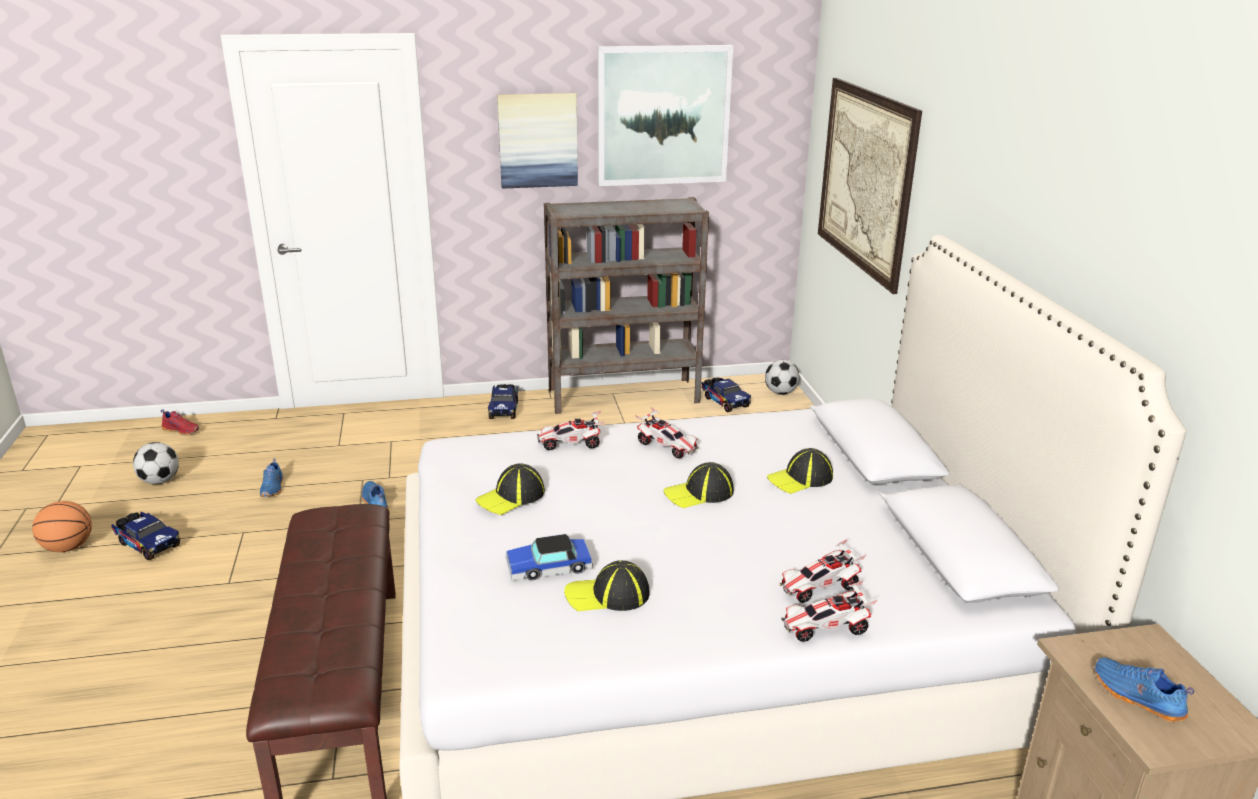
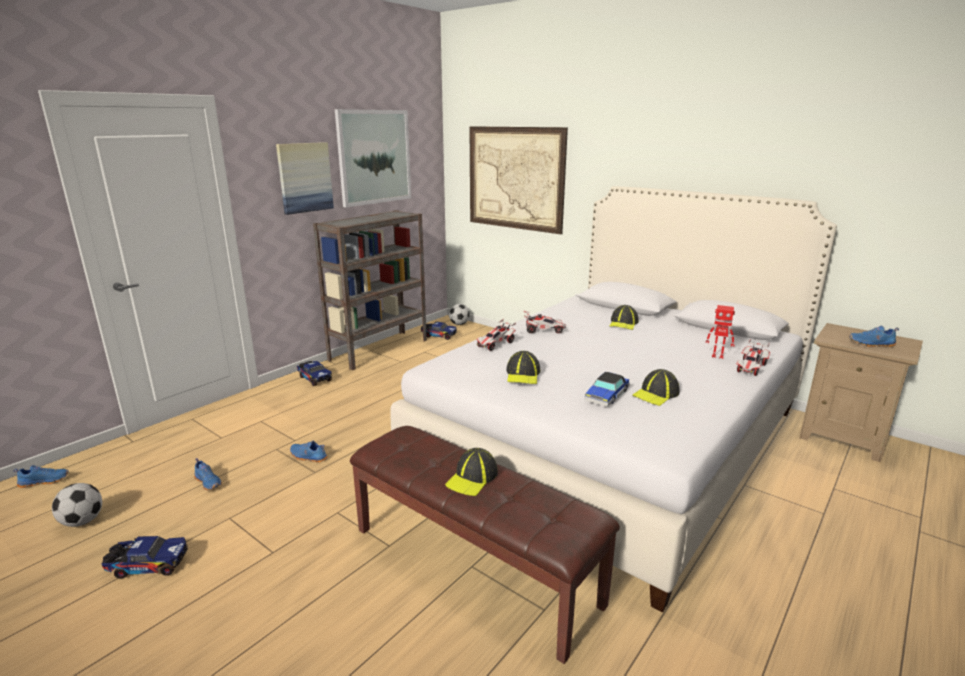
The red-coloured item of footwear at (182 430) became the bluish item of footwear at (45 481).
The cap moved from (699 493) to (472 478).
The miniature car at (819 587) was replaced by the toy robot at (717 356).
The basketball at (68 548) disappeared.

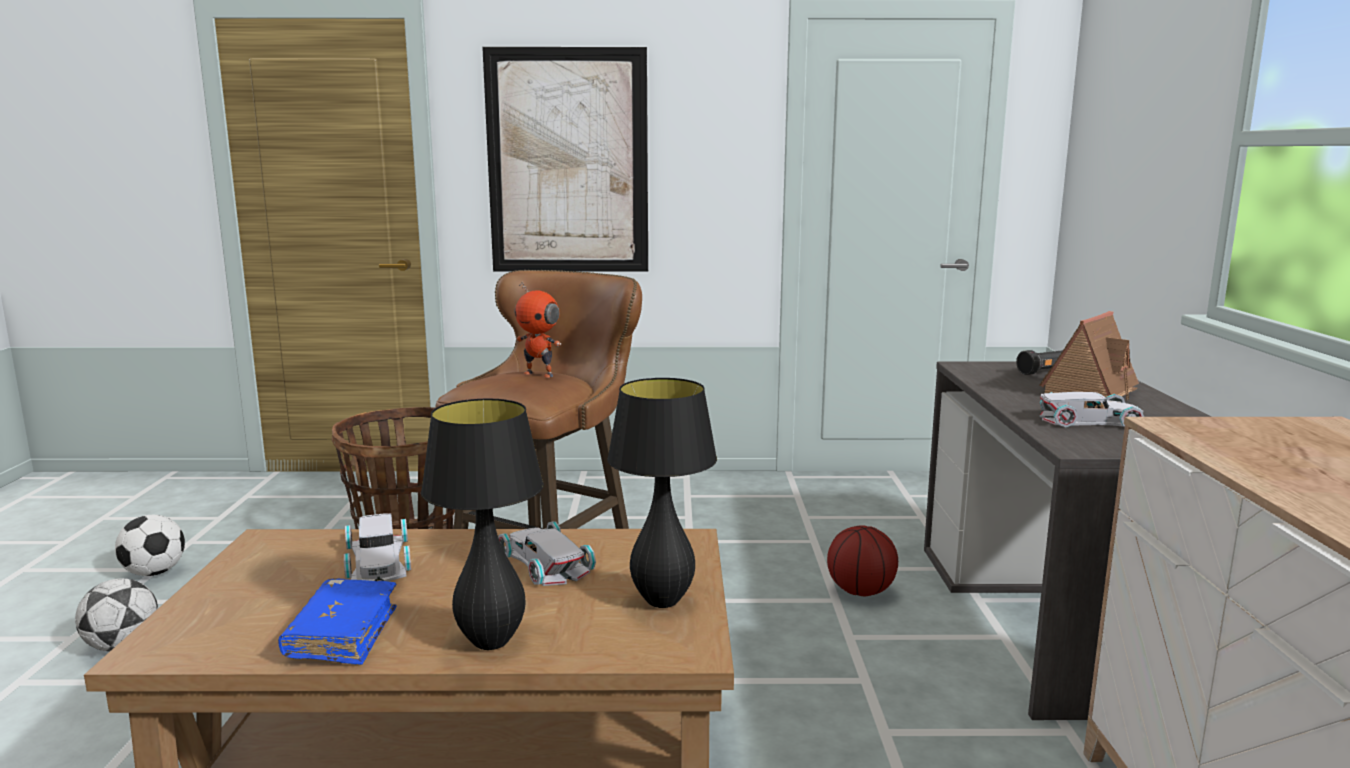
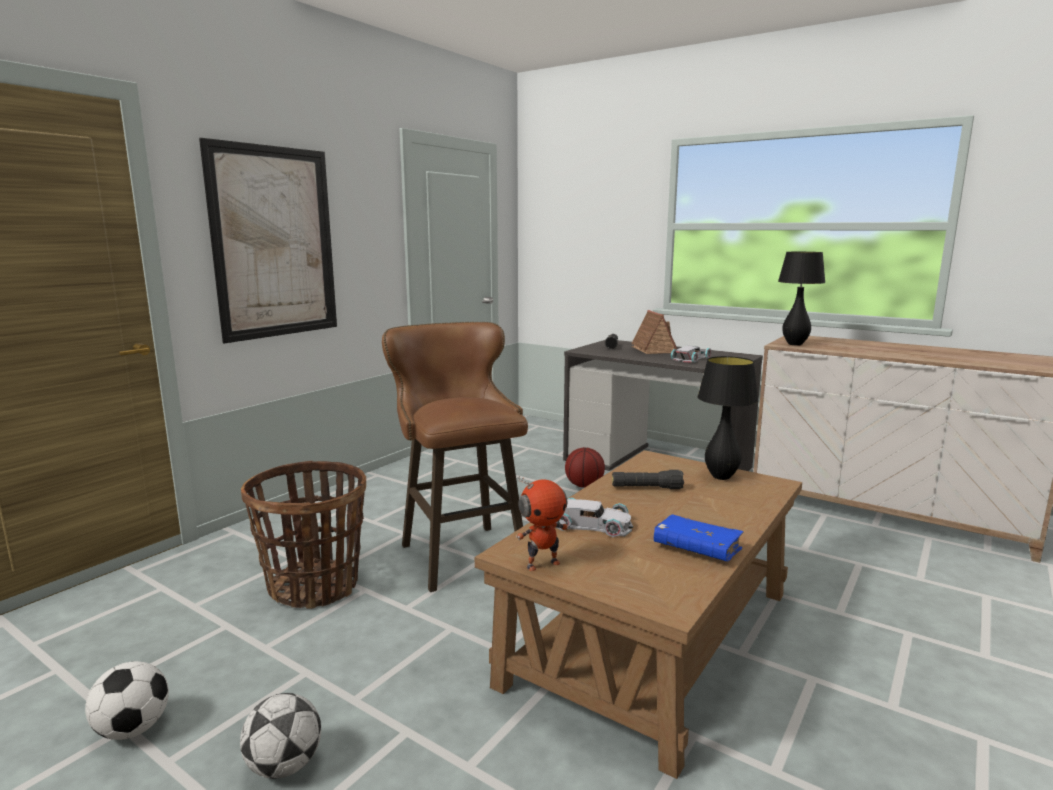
The toy robot moved from (539 374) to (542 564).
The whitish miniature car at (546 562) was replaced by the black-coloured hand torch at (646 488).
The black-coloured lamp for a table moved from (491 642) to (795 344).

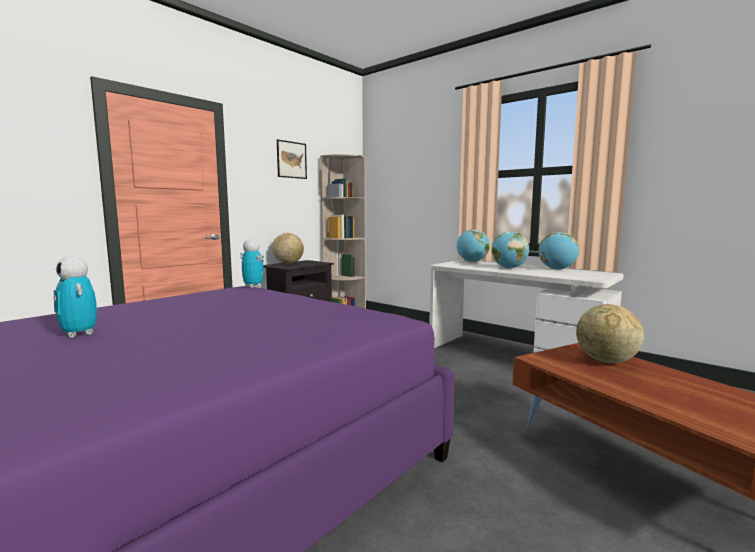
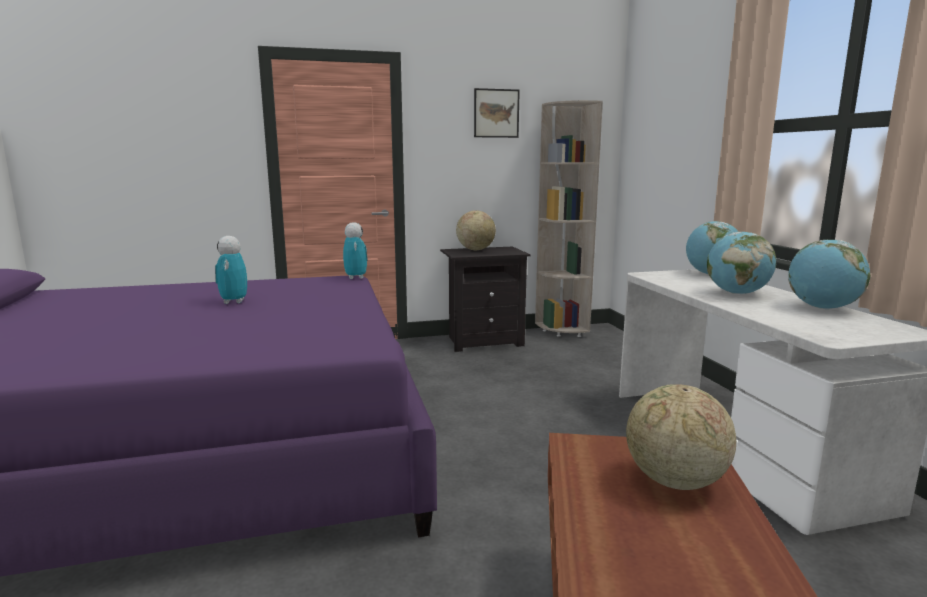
The toy robot moved from (79 334) to (234 302).

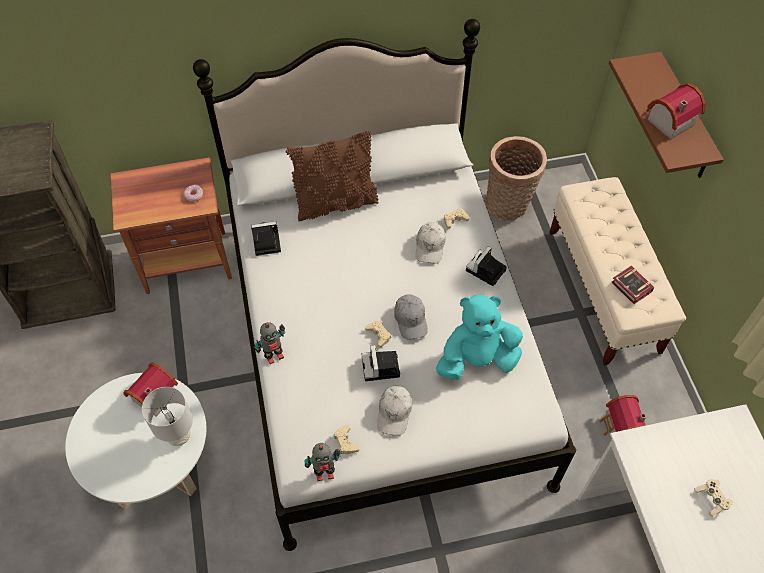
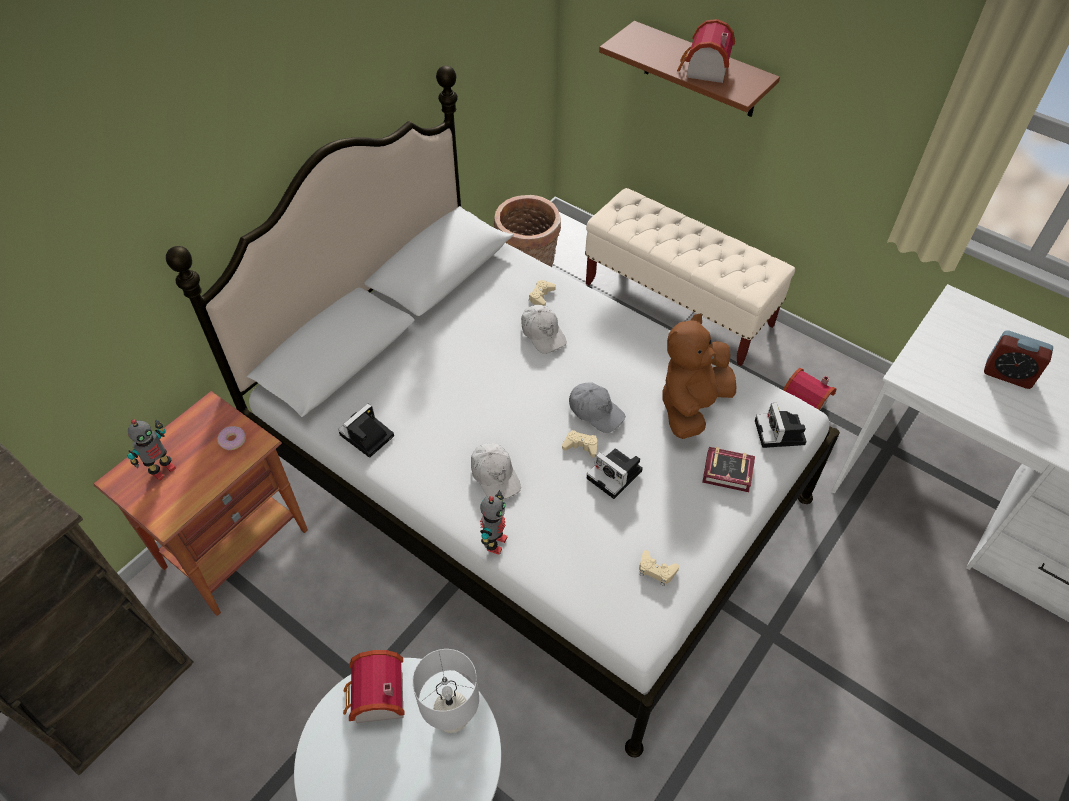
The toy robot moved from (324 473) to (162 469).
The whitish cap moved from (394 412) to (495 475).
The blue-green plush toy at (477 359) became the brown-coloured plush toy at (692 405).
The book moved from (632 288) to (729 474).
The still camera moved from (485 271) to (780 434).
The sand-coloured joypad at (711 499) was replaced by the table clock at (1008 374).
The brown-coloured throw pillow at (335 203) disappeared.

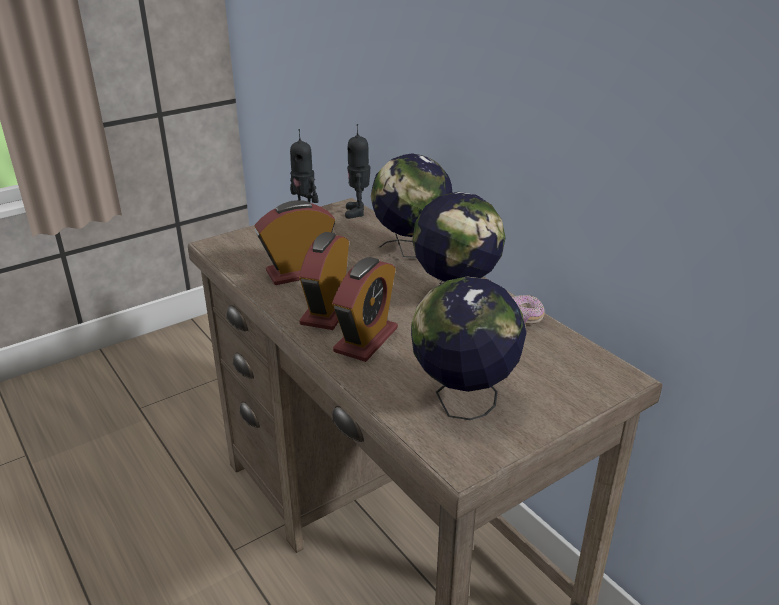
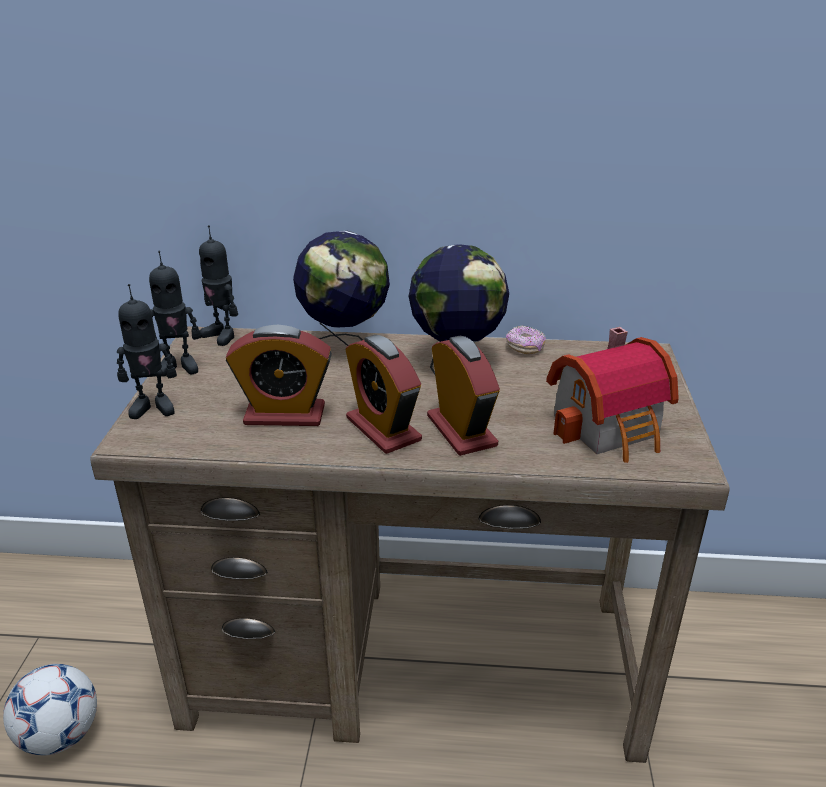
The football ball at (60 735) appeared.
The toy robot at (153 407) appeared.
The table clock at (298 272) turned 105 degrees counterclockwise.
The world globe at (463 403) was replaced by the model house at (611 428).

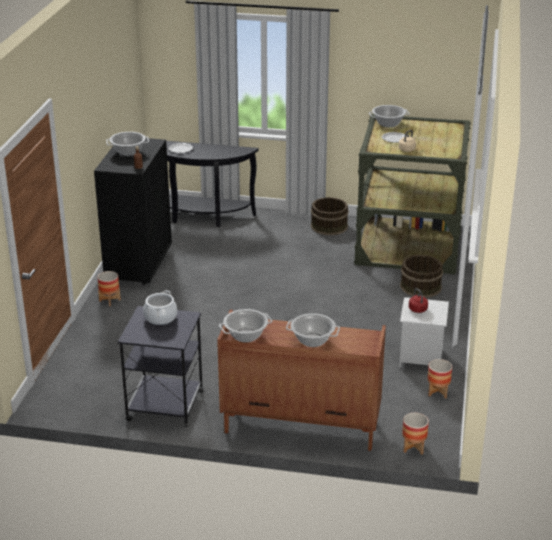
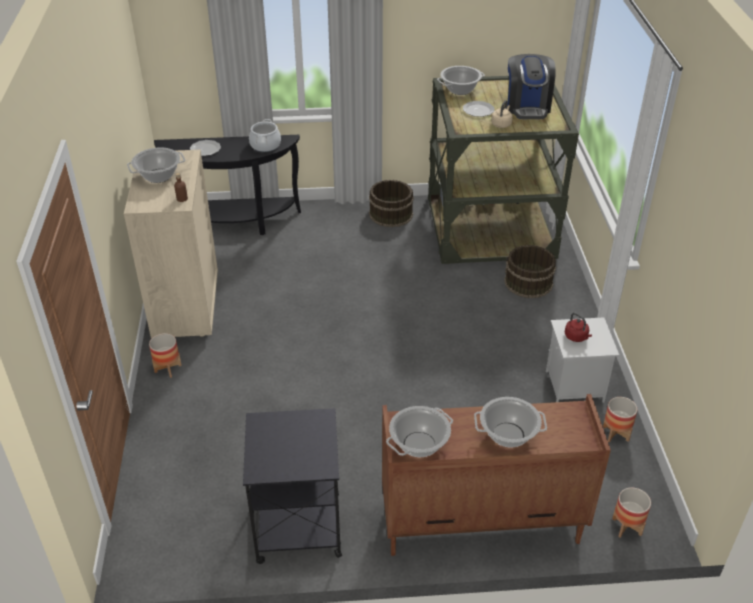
The black-coloured cupboard at (138 266) became the sand-coloured cupboard at (186 308).
The cooking pot moved from (160 318) to (265 145).
The coffee brewer at (527 107) appeared.

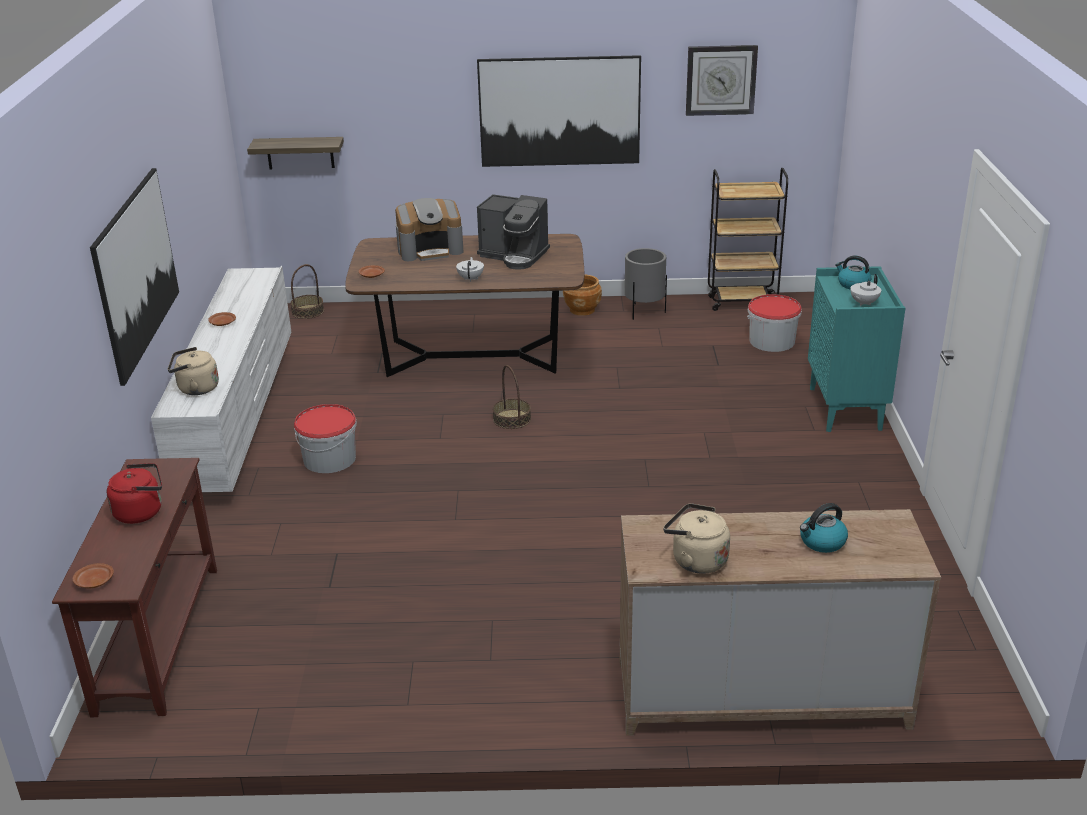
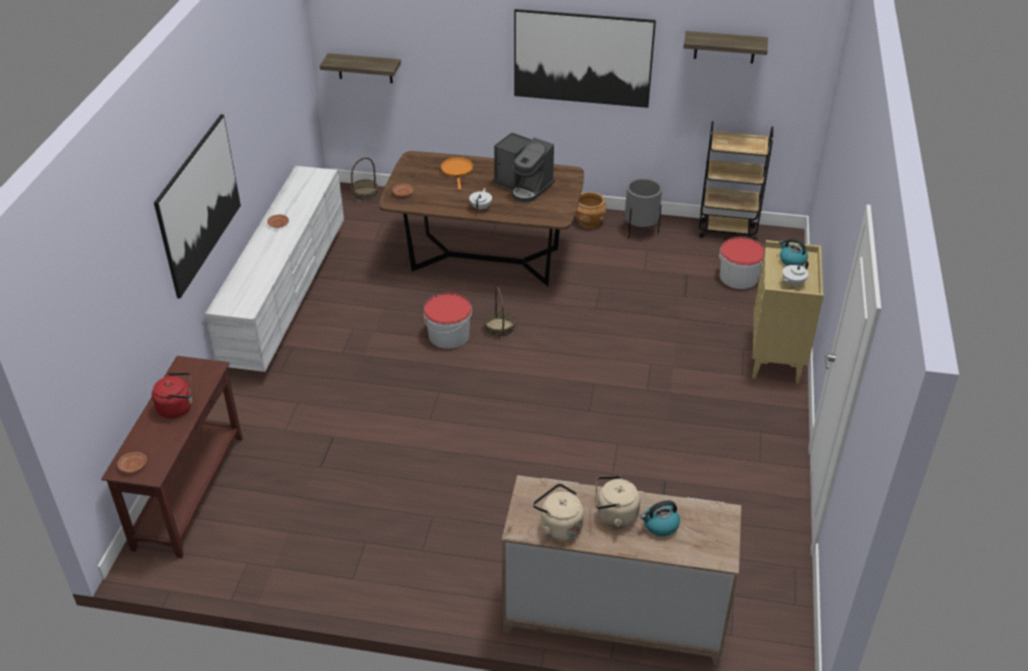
The bucket moved from (329 458) to (448 335).
The coffee brewer at (430 250) was replaced by the orange-coloured frying pan at (457 171).
The sand-coloured water kettle moved from (195 389) to (614 515).
The wall clock at (721 80) was replaced by the wall shelf at (725 47).
The blue-green cupboard at (845 409) became the sand-coloured cupboard at (776 357).

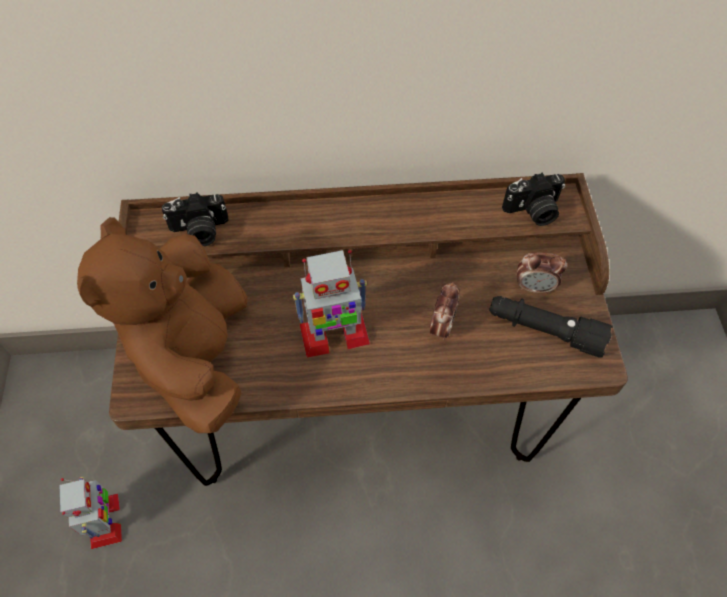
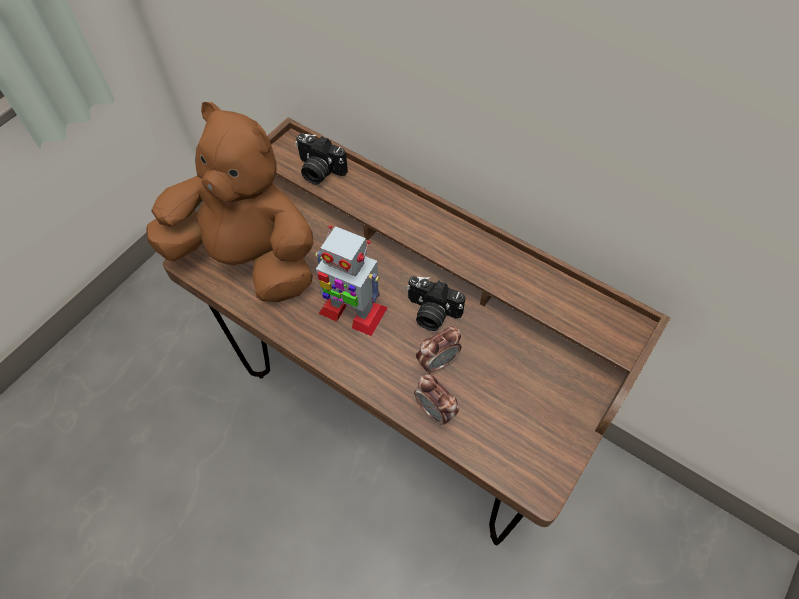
The brown-coloured plush toy at (195 355) turned 75 degrees clockwise.
The still camera moved from (533 211) to (431 313).
The table clock moved from (534 287) to (435 411).
The toy robot at (105 521) disappeared.
The black-coloured hand torch at (544 330) disappeared.

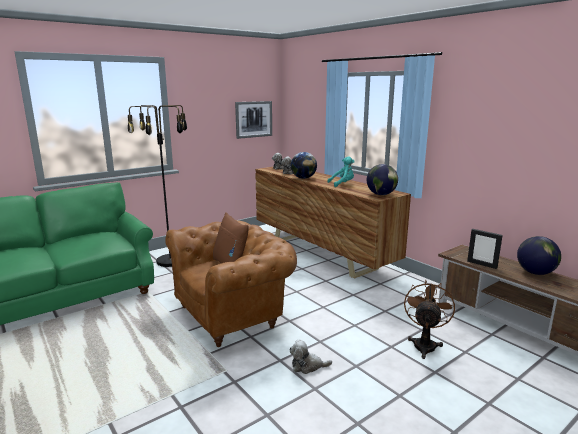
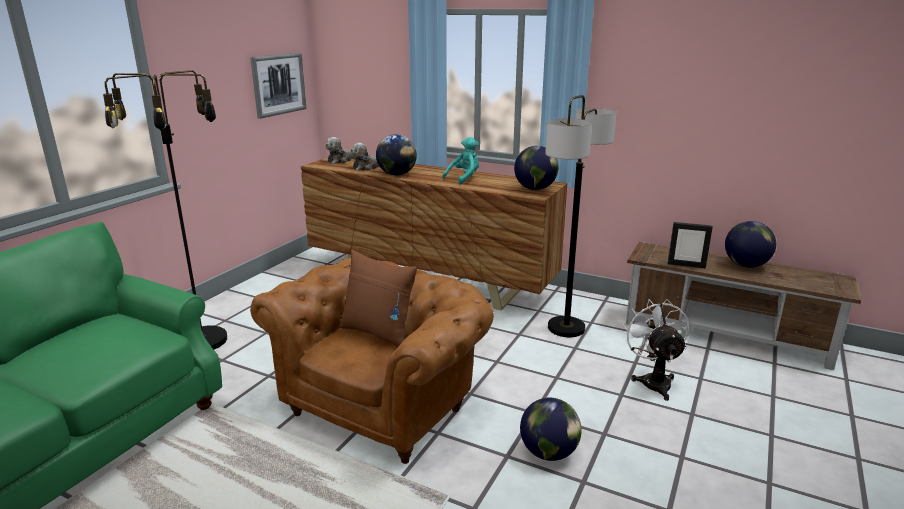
The plush toy at (307 366) was replaced by the world globe at (548 453).
The standing lamp at (566 328) appeared.
The brown-coloured cooling fan at (424 344) became the whitish cooling fan at (653 381).

